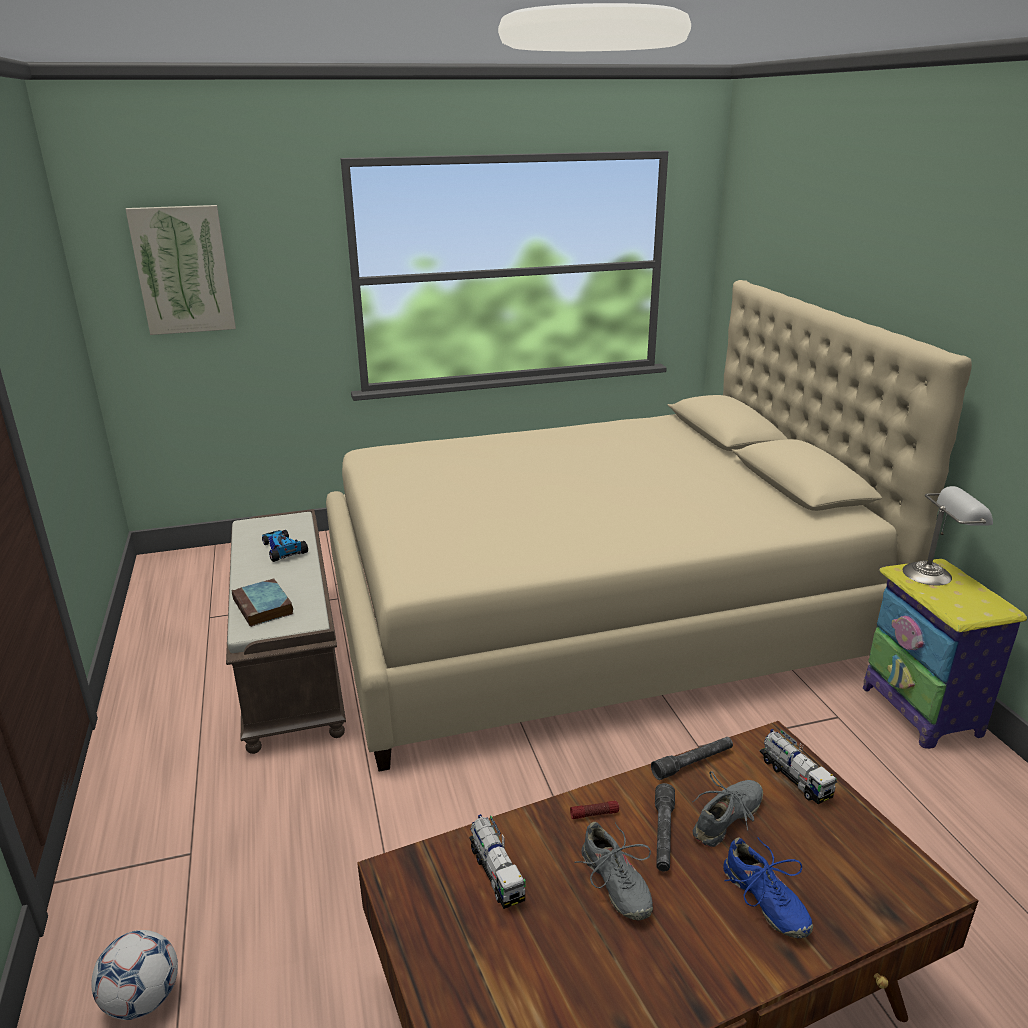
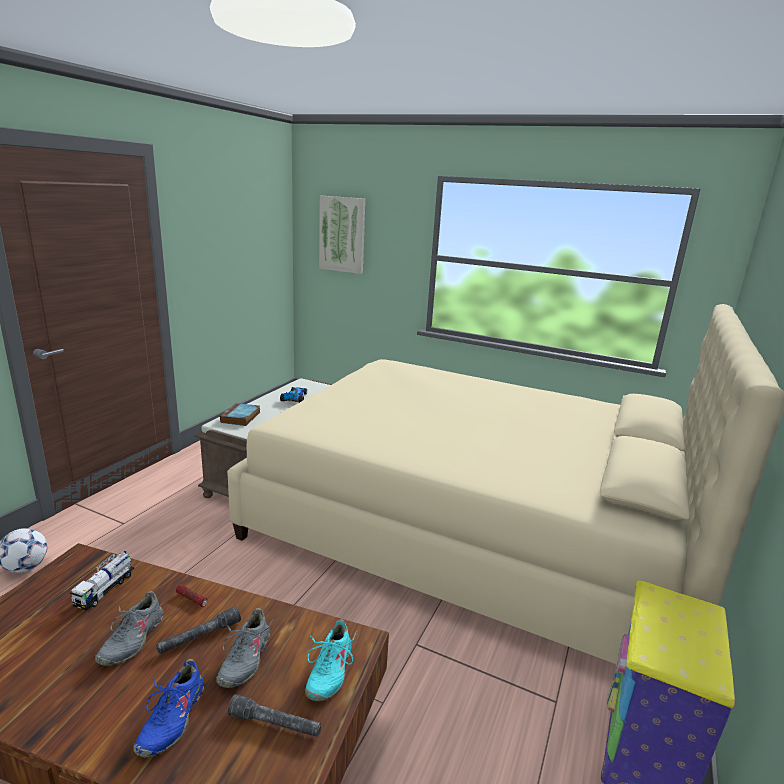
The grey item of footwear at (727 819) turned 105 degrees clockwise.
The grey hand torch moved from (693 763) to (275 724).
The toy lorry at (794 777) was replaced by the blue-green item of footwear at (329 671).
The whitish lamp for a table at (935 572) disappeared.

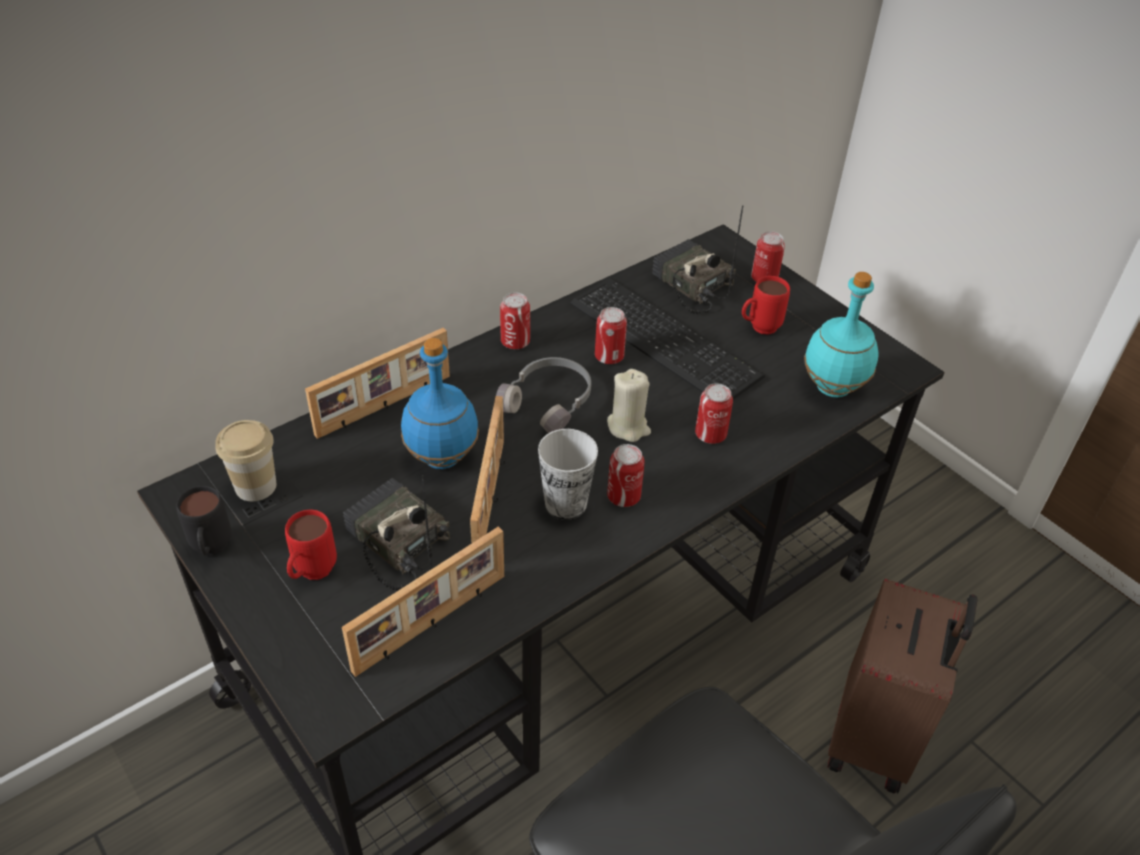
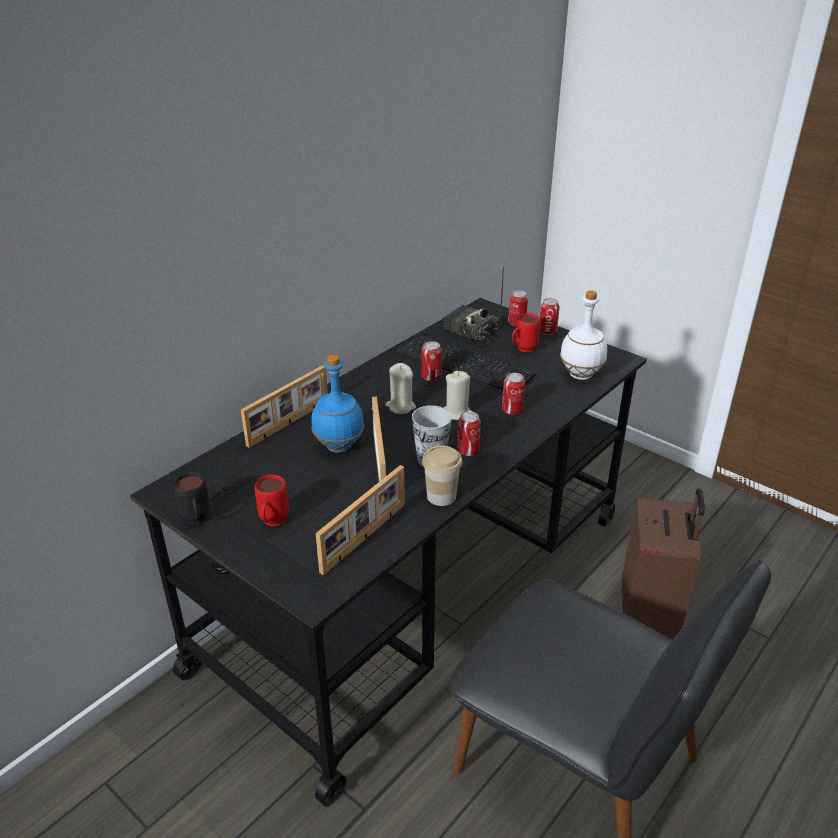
The grey headphones at (549 402) was replaced by the sand-coloured wax light at (400 406).
The small cup moved from (255 486) to (441 496).
The sealed can moved from (515 342) to (547 331).
The blue-green bottle at (831 387) became the whitish bottle at (580 375).
The radio at (394 542) disappeared.

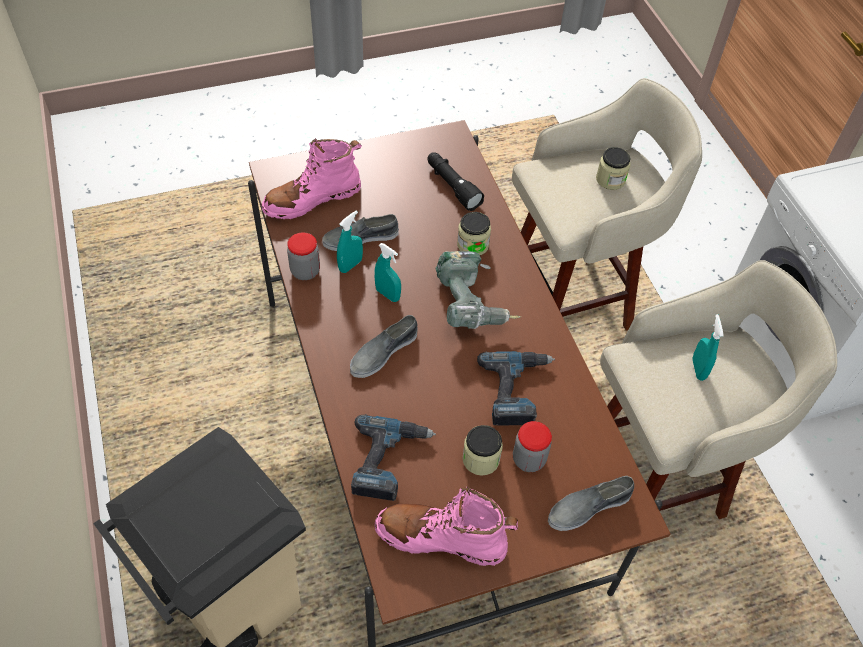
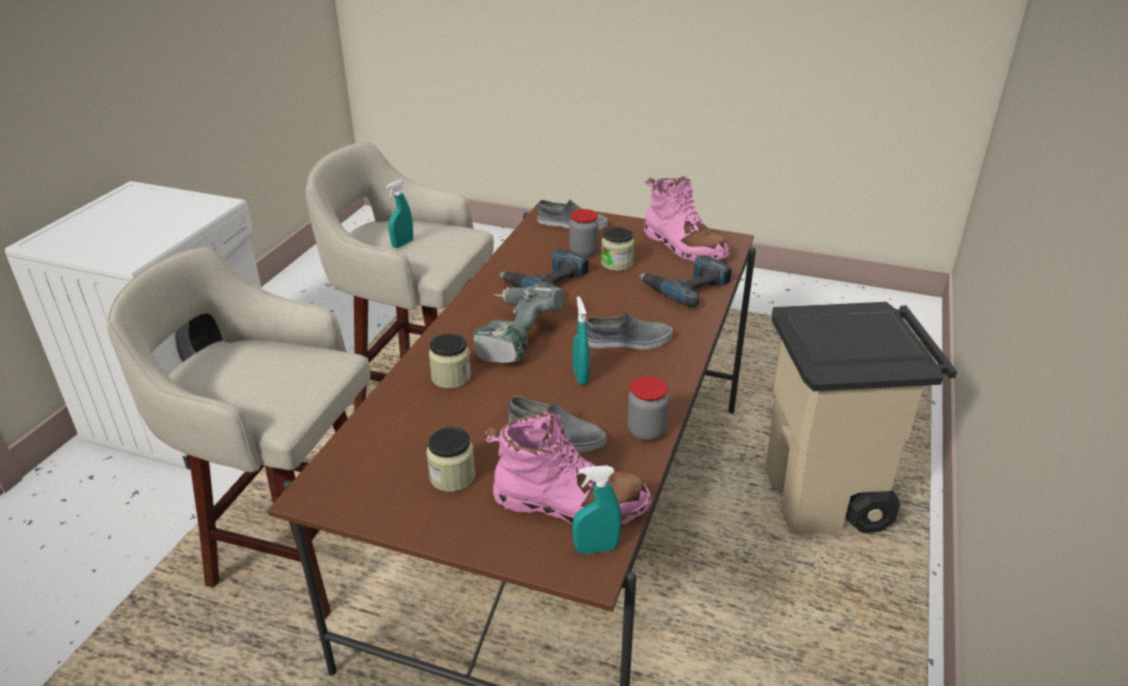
The storage jar moved from (610 179) to (452 477).
The blue-green hand sprayer moved from (350 265) to (596 549).
The black-coloured hand torch at (452 186) disappeared.

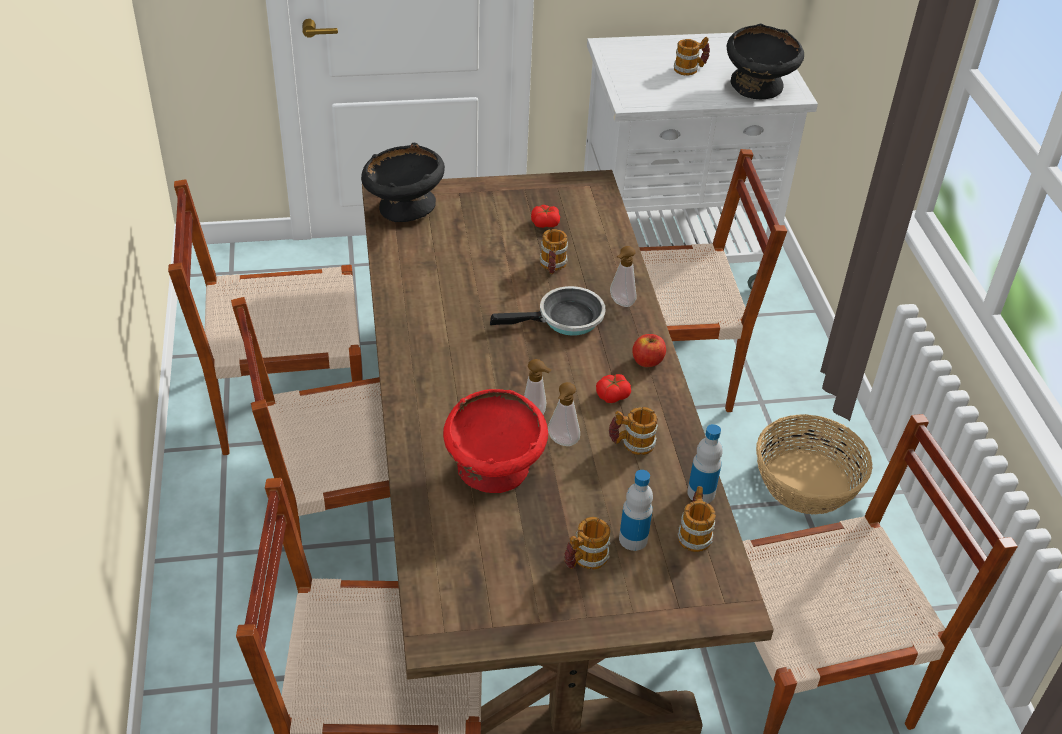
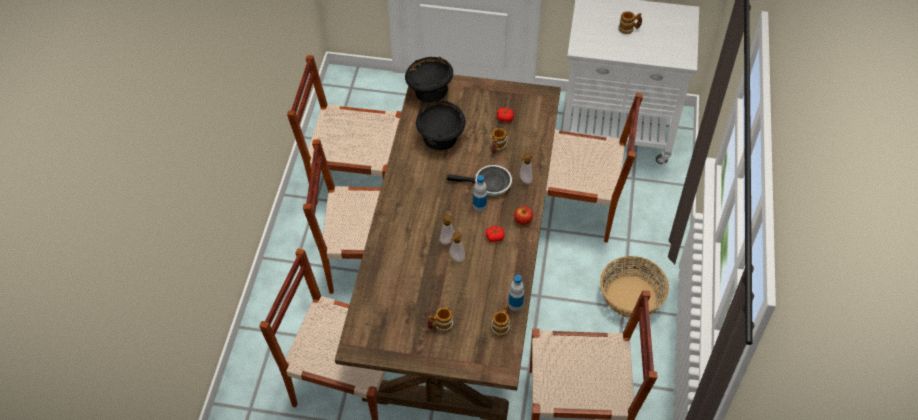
The black-coloured deep dish moved from (759 88) to (441 139).
The bottle moved from (633 539) to (479 206).
The red-coloured deep dish at (495 471) disappeared.
The tea mug at (631 444) disappeared.

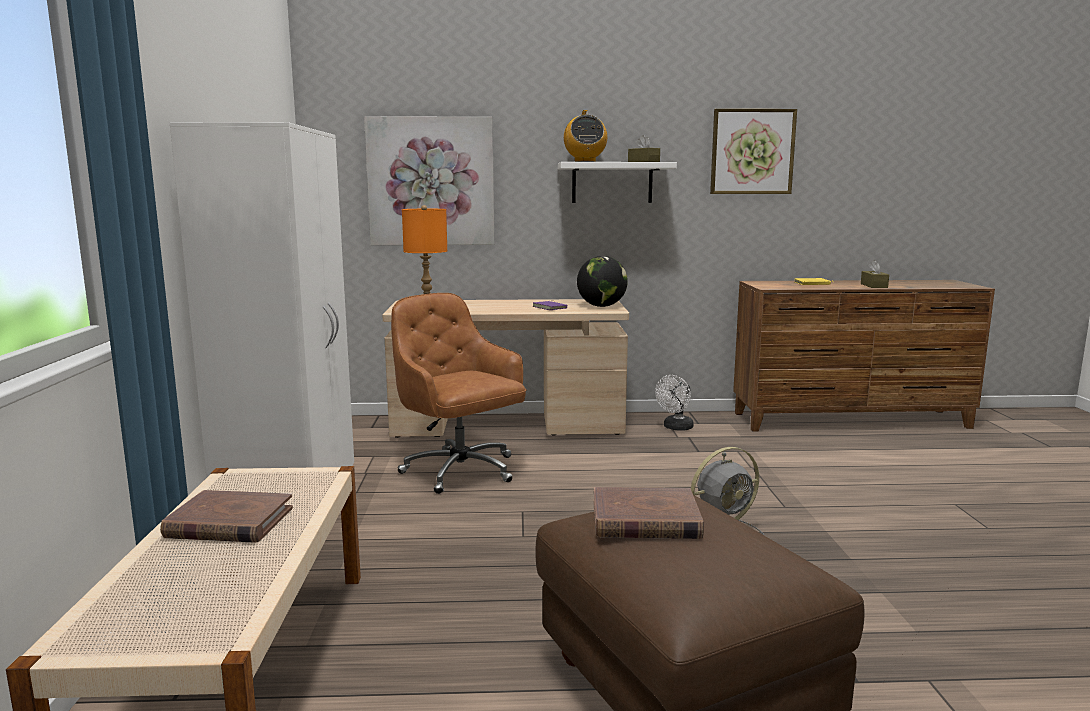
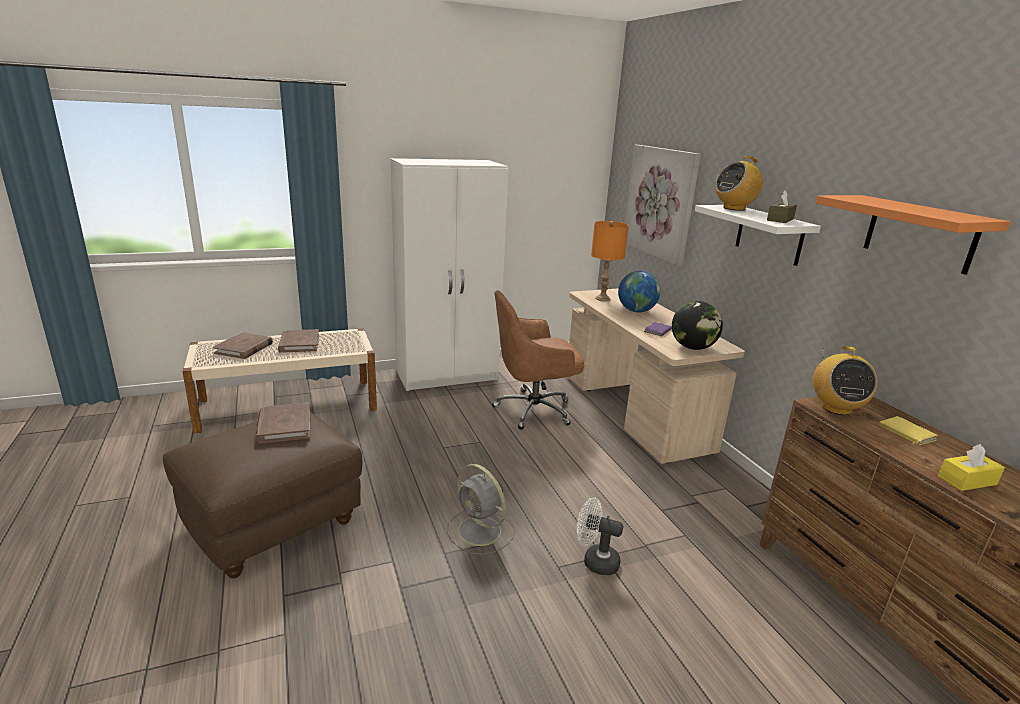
The brown-coloured book at (244 348) appeared.
The brown-coloured desk chair at (461 470) turned 135 degrees counterclockwise.
The whitish cooling fan moved from (676 428) to (595 561).
The world globe at (636 311) appeared.
The radio at (835 408) appeared.
The wall art at (752 152) was replaced by the orange-coloured wall shelf at (920 233).
The brown-coloured box of tissues at (874 286) became the yellow-coloured box of tissues at (967 480).

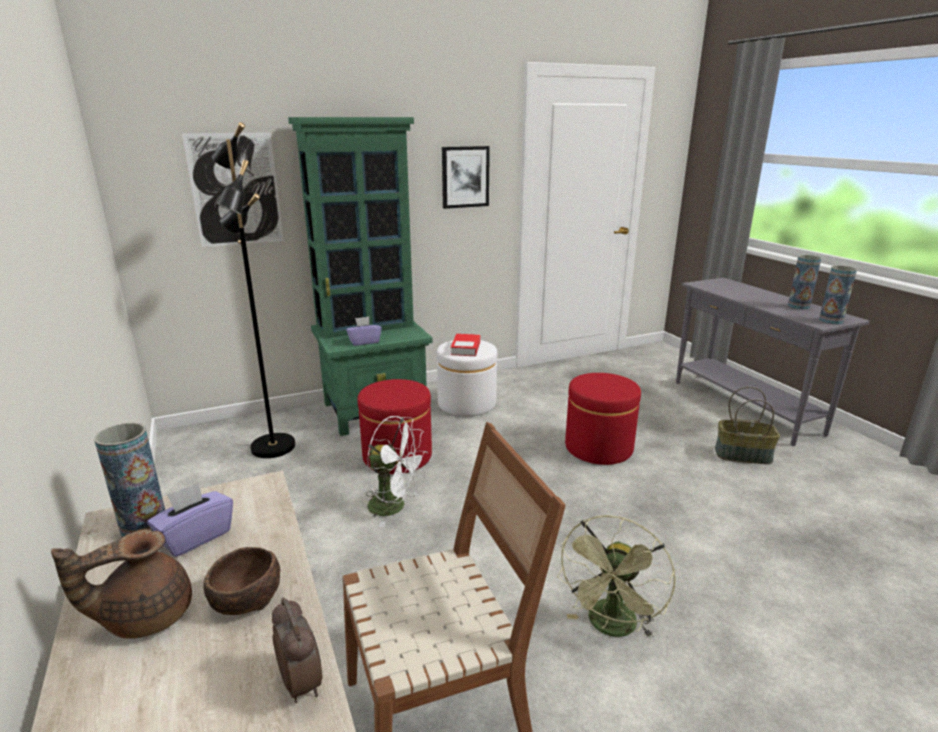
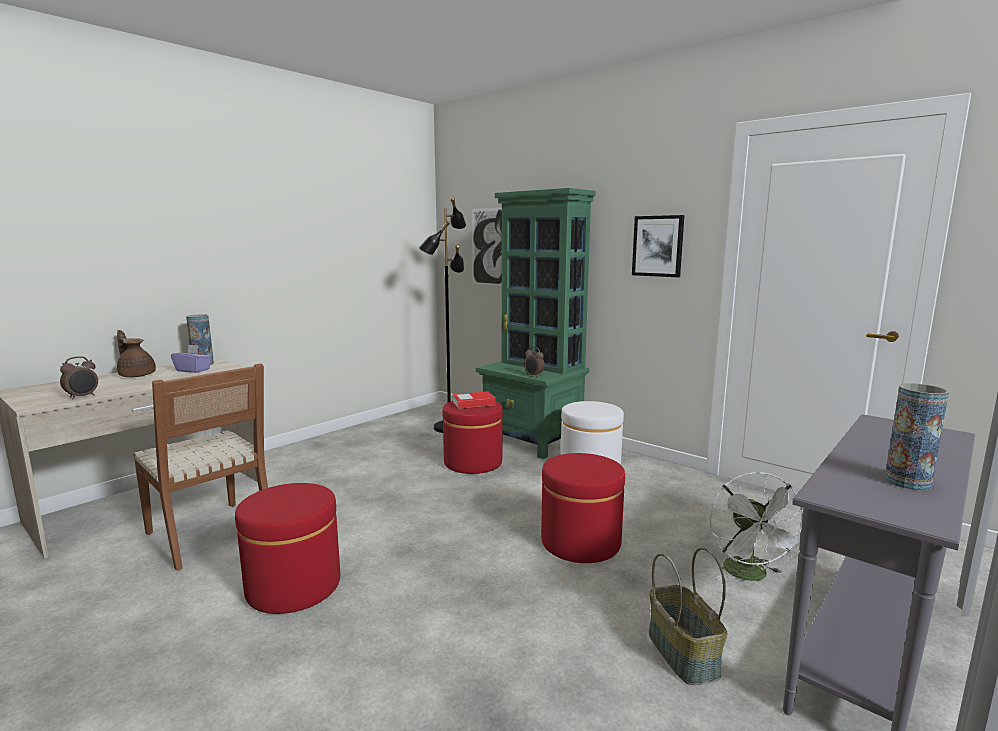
The green cooling fan at (611 628) was replaced by the red-coloured footrest at (293 586).
The book moved from (465 348) to (473 404).
The table clock at (533 376) appeared.
The whitish cooling fan moved from (395 507) to (751 576).
The brown-coloured deep dish at (244 598) disappeared.
The purple box of tissues at (364 342) disappeared.
The decorative vase at (831 321) disappeared.

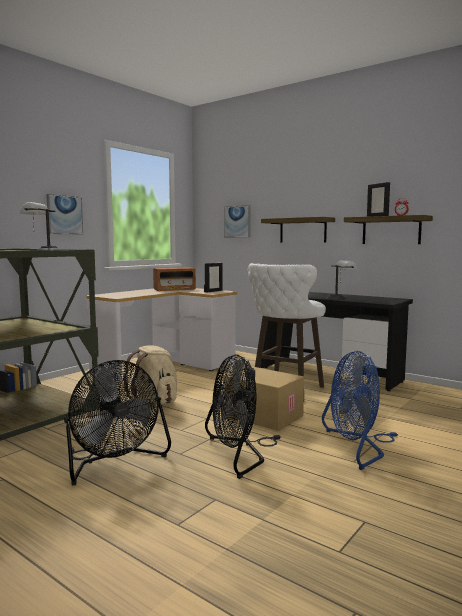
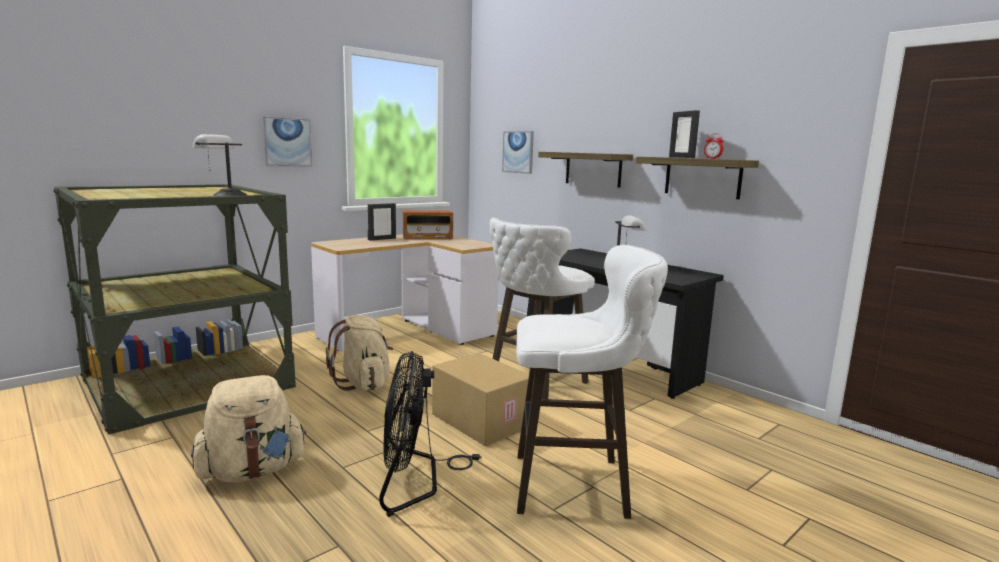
The black-coloured cooling fan at (110 463) was replaced by the sand-coloured rucksack at (252 471).
The picture frame moved from (213 291) to (382 239).
The bluish cooling fan at (359 446) was replaced by the whitish stool seat at (576 485).

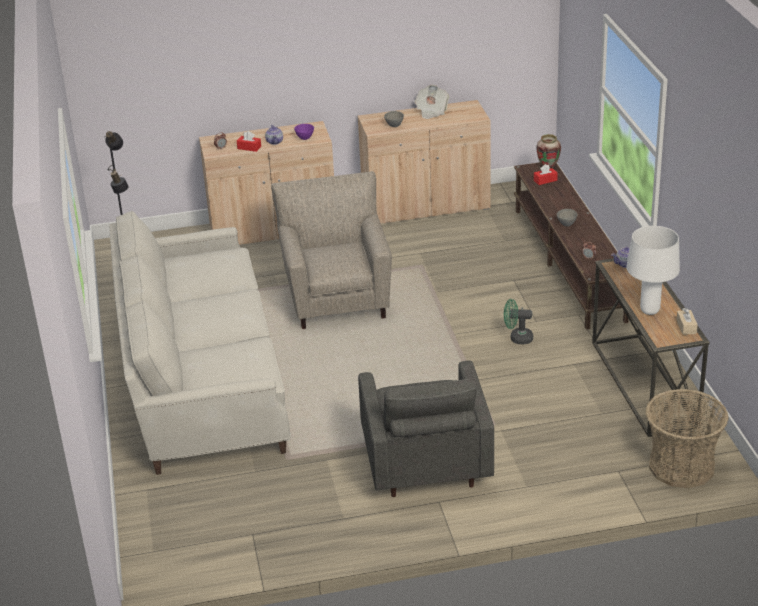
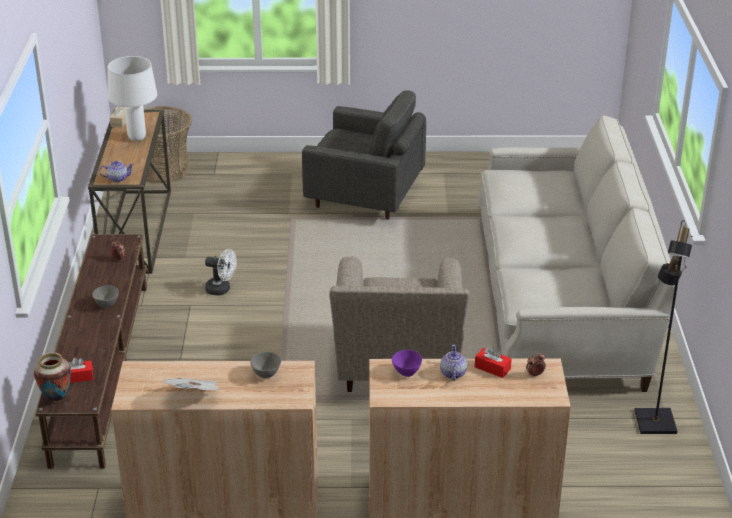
The green cooling fan at (517 338) became the whitish cooling fan at (222 289).
The grey armchair at (425 465) turned 105 degrees clockwise.

